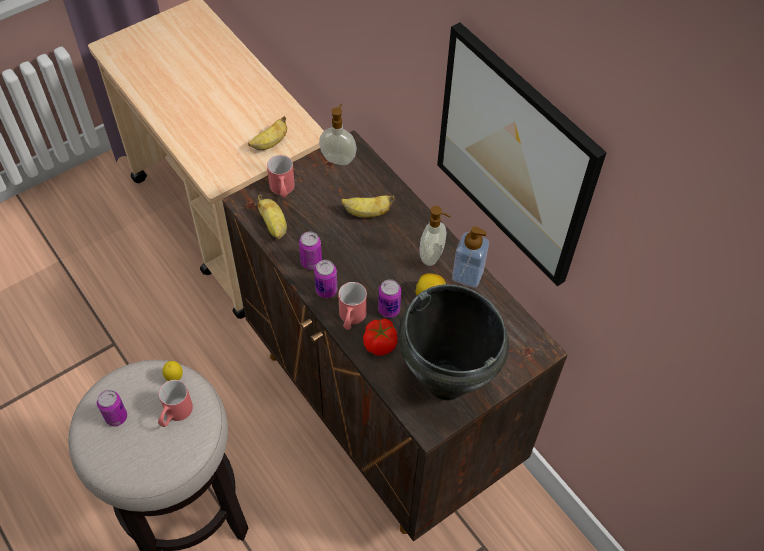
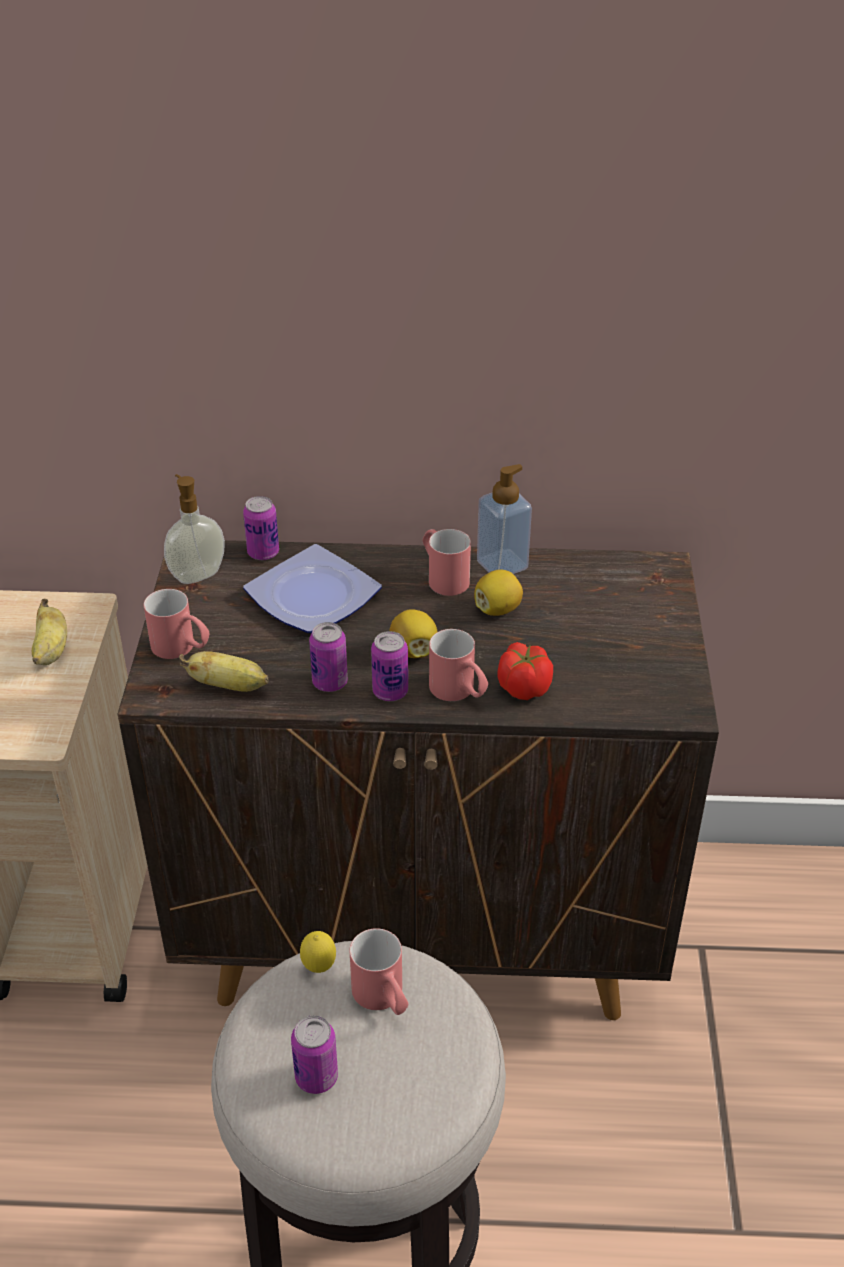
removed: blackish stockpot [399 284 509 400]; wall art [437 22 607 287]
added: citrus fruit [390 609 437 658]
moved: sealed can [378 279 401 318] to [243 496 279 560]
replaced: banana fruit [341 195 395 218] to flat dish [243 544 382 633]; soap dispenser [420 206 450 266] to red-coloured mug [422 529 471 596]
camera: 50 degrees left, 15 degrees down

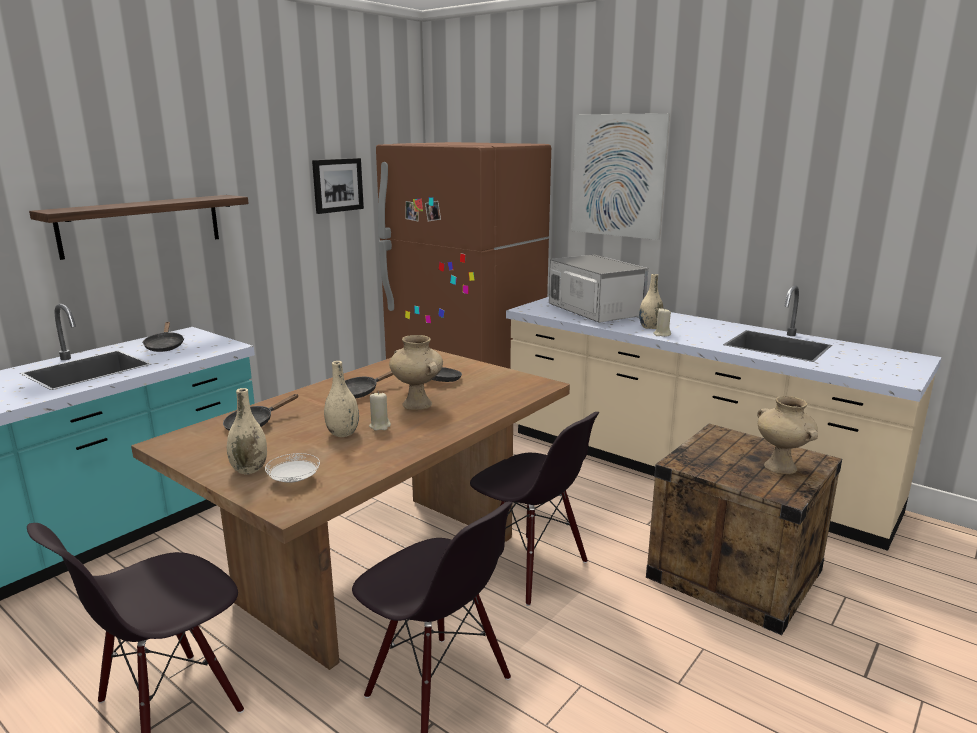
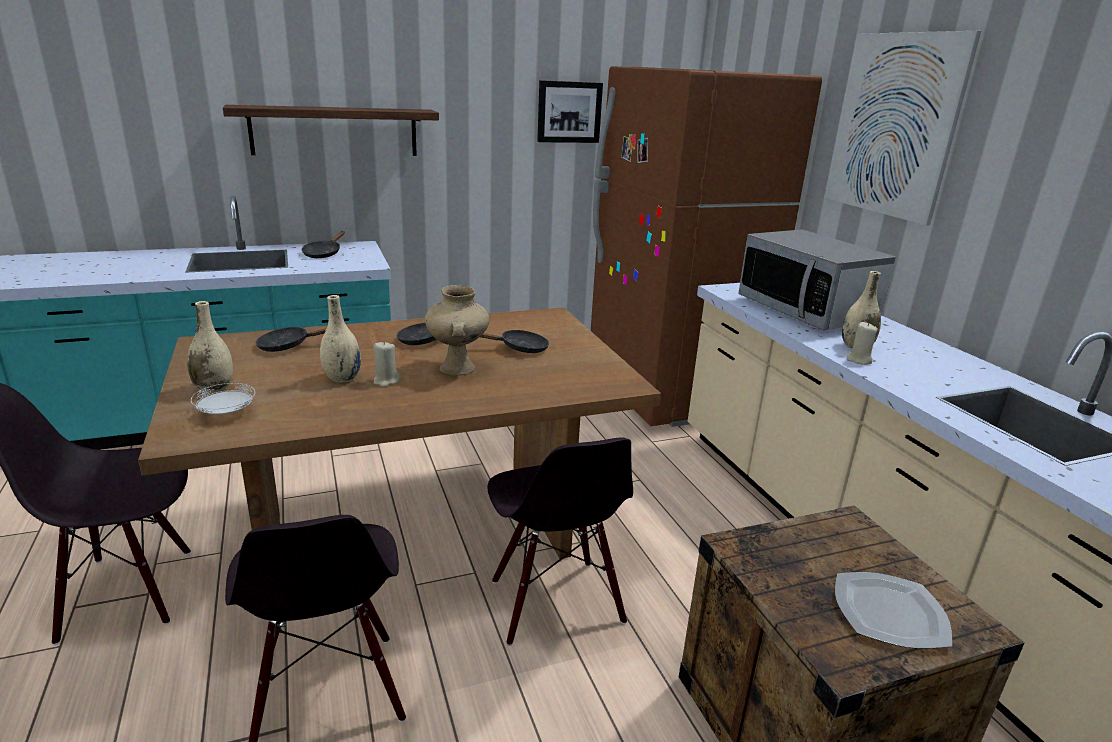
replaced: beige-coloured vase [757 396 818 474] to flat dish [835 572 952 649]
turned: microwave oven [549 255 648 323] = [738 230 896 330] 150 degrees clockwise
camera: 30 degrees right, 5 degrees up

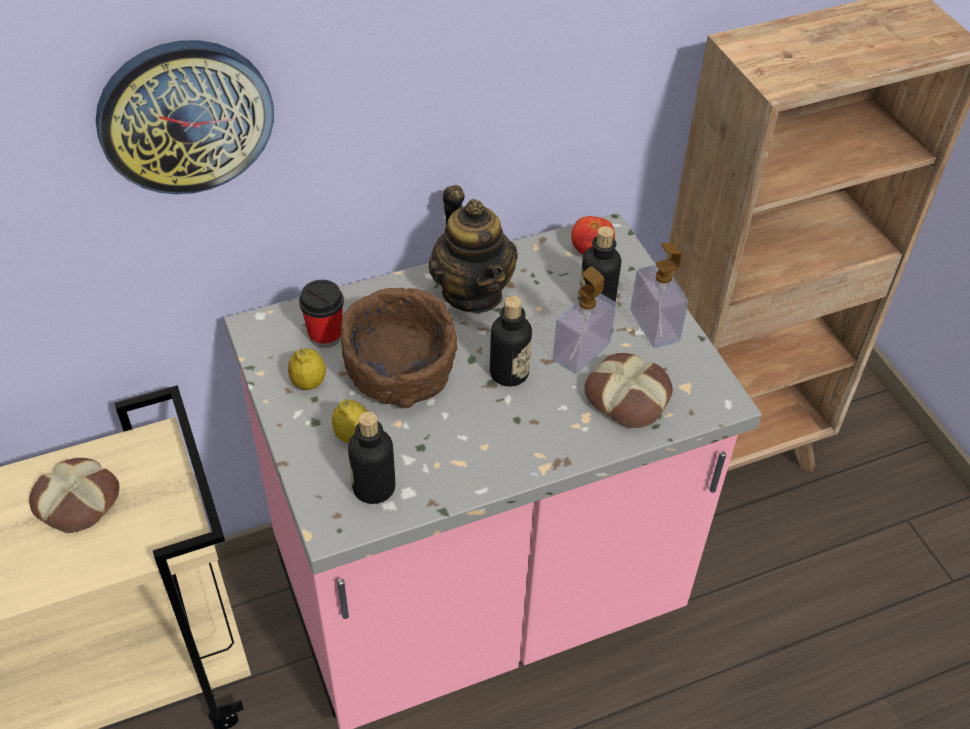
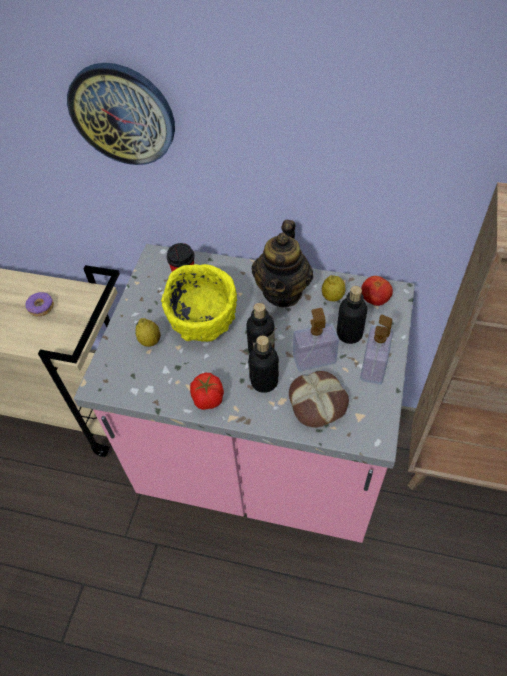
added: whole tomato [190 373 224 410]
moved: drink bottle [348 412 395 504] to [248 336 279 393]; citrus fruit [288 348 326 390] to [322 275 346 302]
replaced: baked bread [29 458 119 533] to ring doughnut [25 292 54 317]
recoloured: brown deep dish [341 288 457 408] to yellowish deep dish [161 264 237 342]
camera: 40 degrees right, 5 degrees up

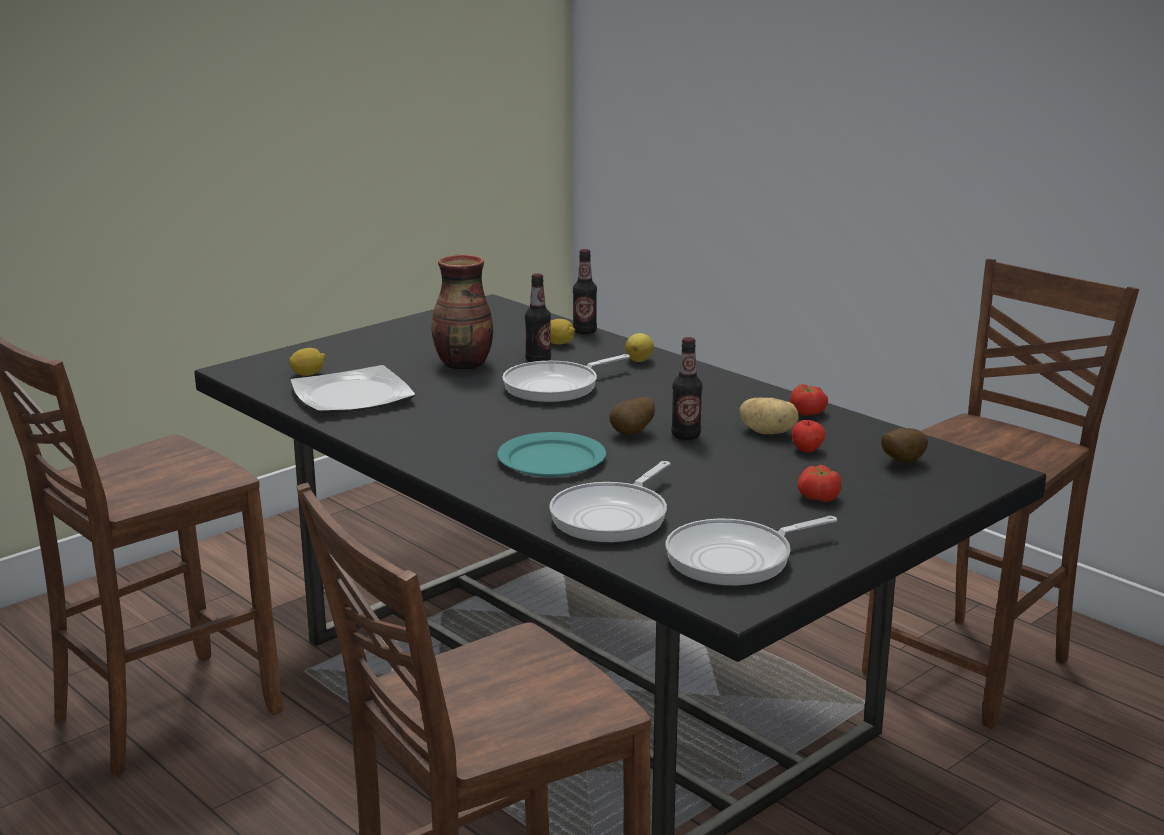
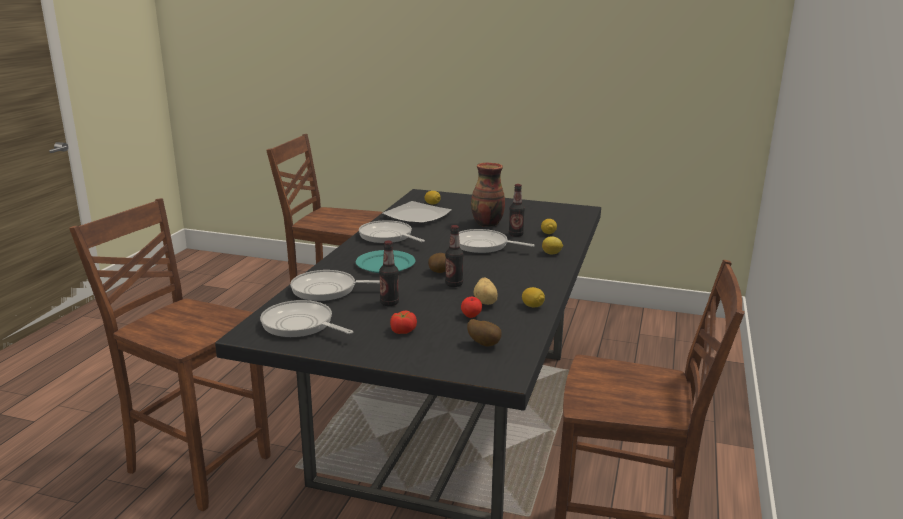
added: skillet [359 220 425 244]
moved: drink bottle [573 249 597 334] to [379 241 399 306]
replaced: whole tomato [790 384 828 416] to citrus fruit [522 287 545 307]
camera: 60 degrees right, 0 degrees up

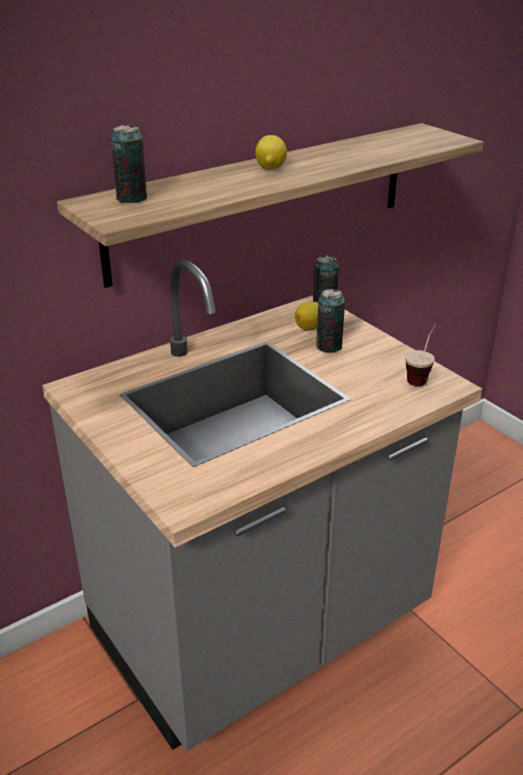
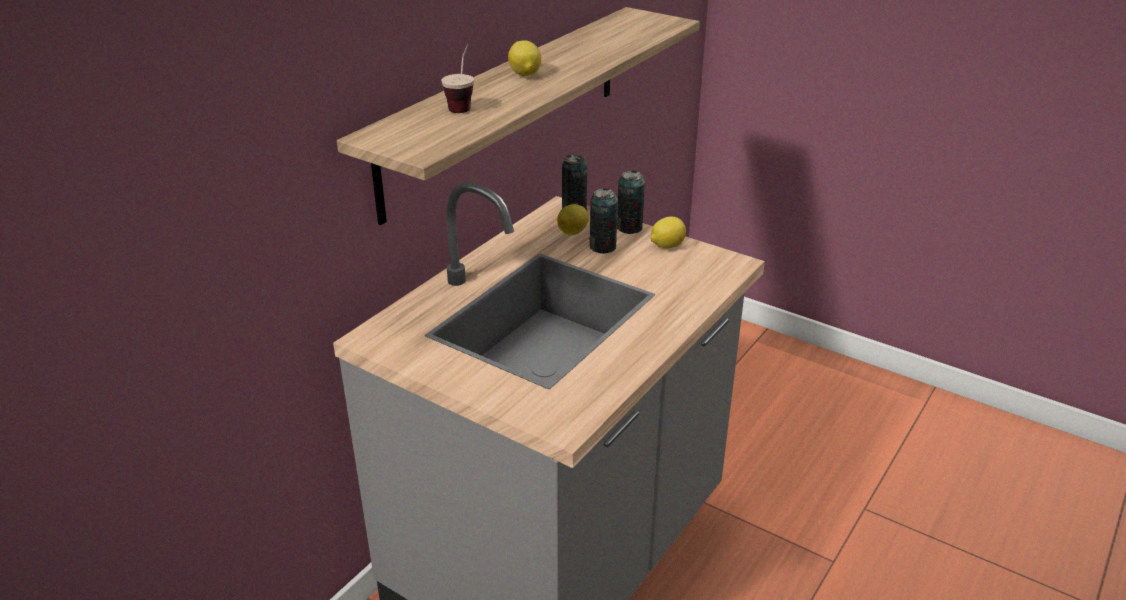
added: citrus fruit [651 217 686 248]
moved: drinking cup [405 324 436 386] to [441 44 474 113]; sealed can [111 125 147 203] to [617 171 645 234]
camera: 20 degrees left, 0 degrees up

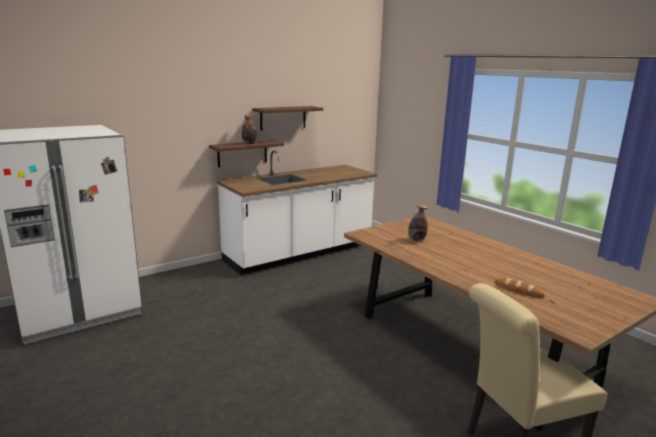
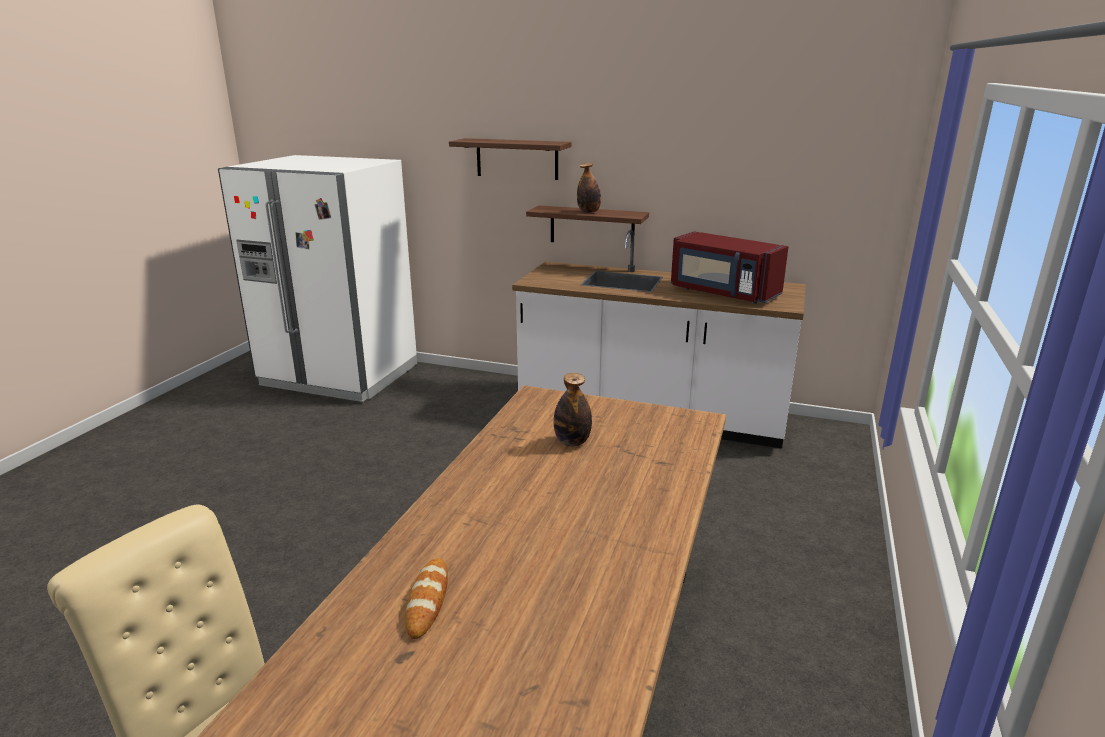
added: red-coloured microwave oven [671 231 789 304]
moved: shelf [252 106 323 131] to [449 138 572 180]
camera: 55 degrees right, 5 degrees up

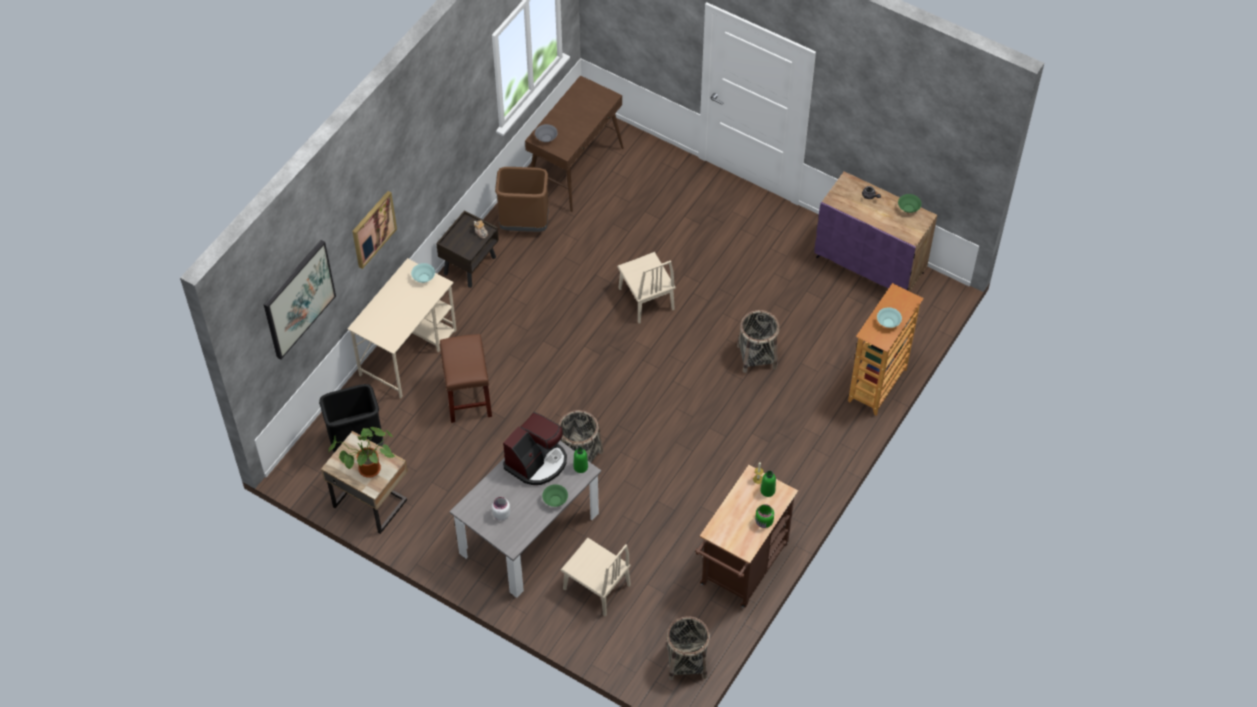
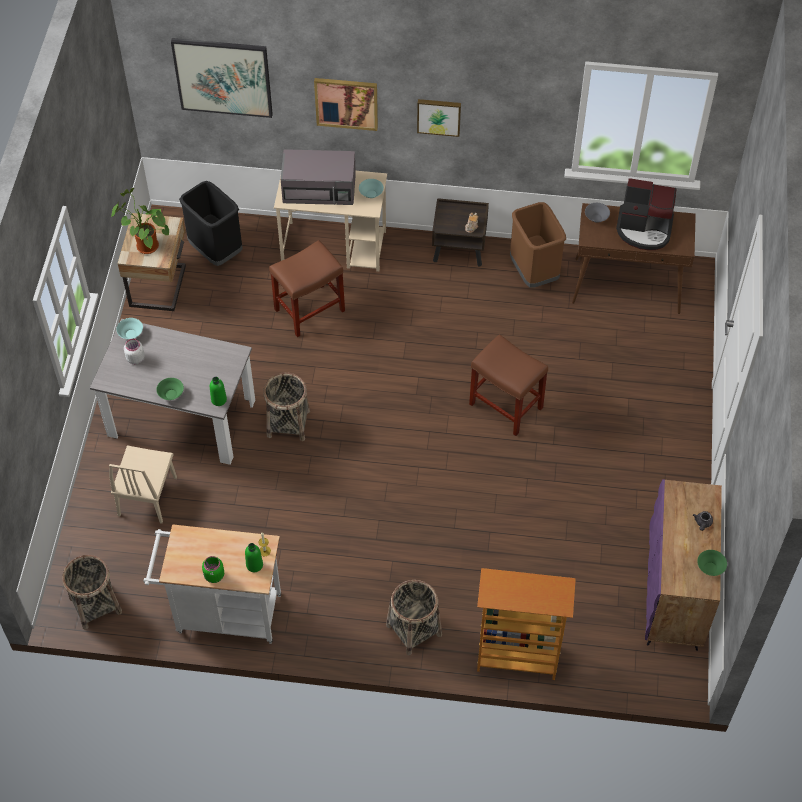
added: greyish microwave oven [281 149 356 205]; wall art [417 99 461 137]
moved: turquoise deep dish [877 307 902 328] to [116 318 143 339]; household basket [737 310 779 373] to [386 580 442 656]; coffee brewer [503 412 567 485] to [616 178 677 250]
replaced: beige-coloured upright chair [617 252 676 323] to brown stool [469 334 548 436]
recoloured: brown cart [695 465 798 608] to whitish cart [143 524 281 644]
camera: 65 degrees right, 0 degrees up

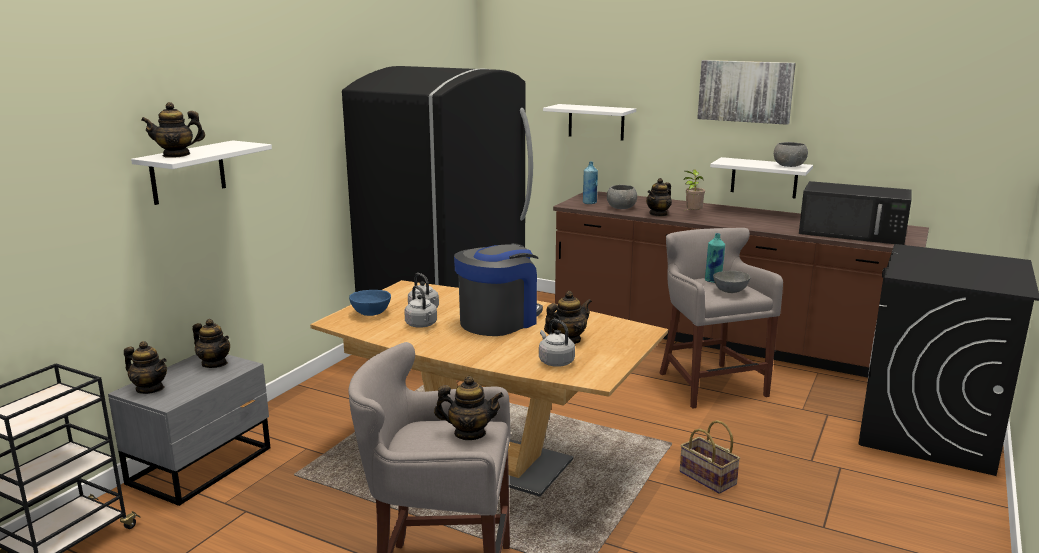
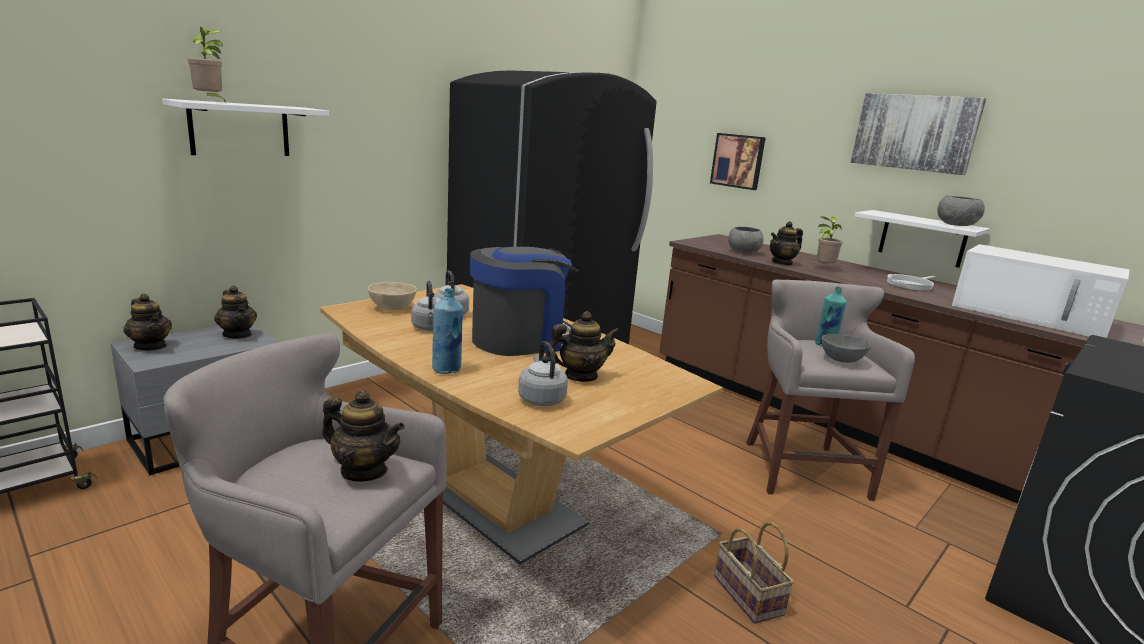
added: skillet [887 274 935 291]
moved: bluish drink bottle [583 162 598 204] to [432 288 463 374]
replaced: pot for tea [141 102 205 158] to plant in a pot [188 27 226 102]; whitish shelf [543 104 636 141] to wall art [710 133 766 190]
recoloured: bluish deep dish [349 290 391 316] to beige-coloured deep dish [368 282 417 310]; blackish microwave oven [799 181 912 245] to whitish microwave oven [952 244 1130 338]
camera: 15 degrees right, 0 degrees up

